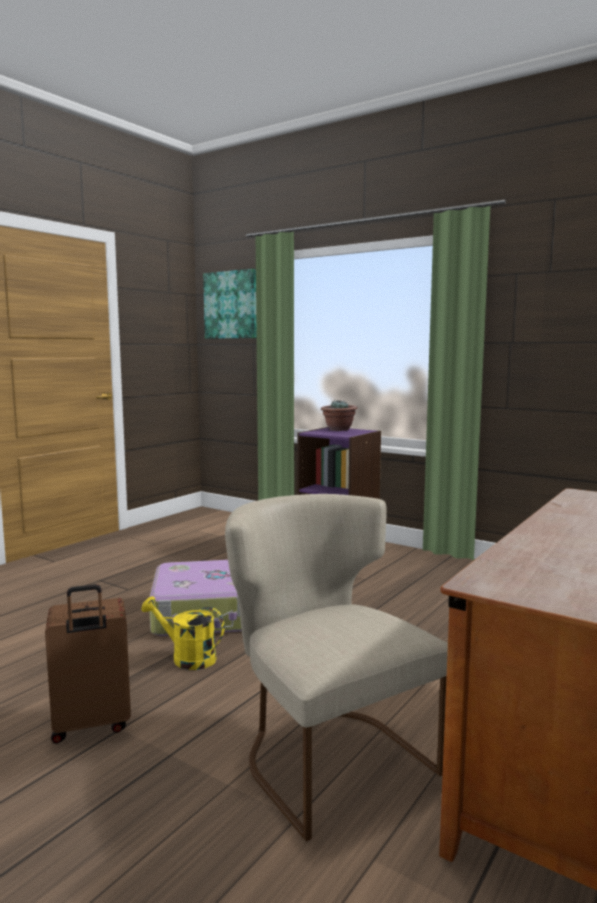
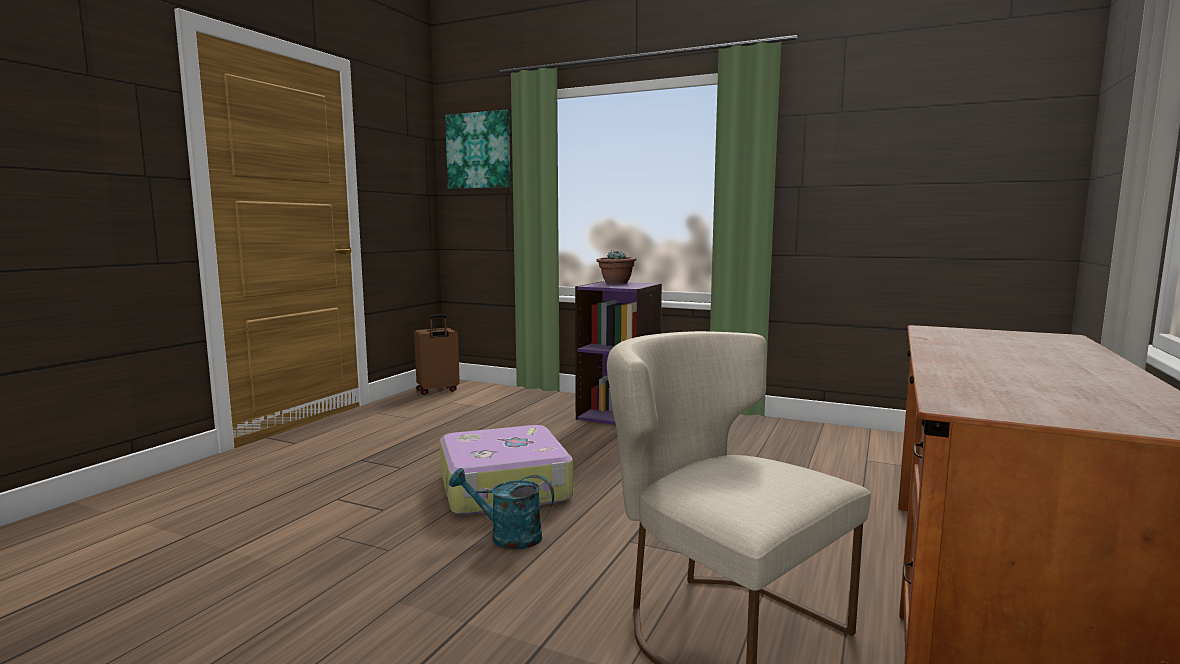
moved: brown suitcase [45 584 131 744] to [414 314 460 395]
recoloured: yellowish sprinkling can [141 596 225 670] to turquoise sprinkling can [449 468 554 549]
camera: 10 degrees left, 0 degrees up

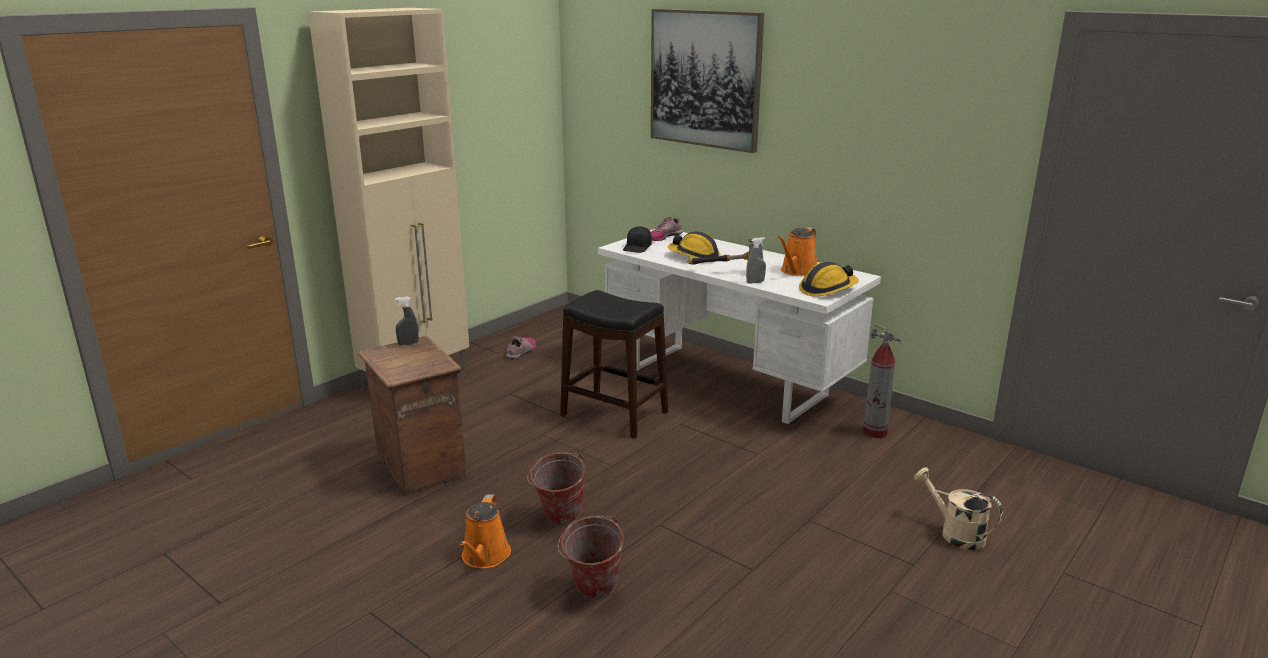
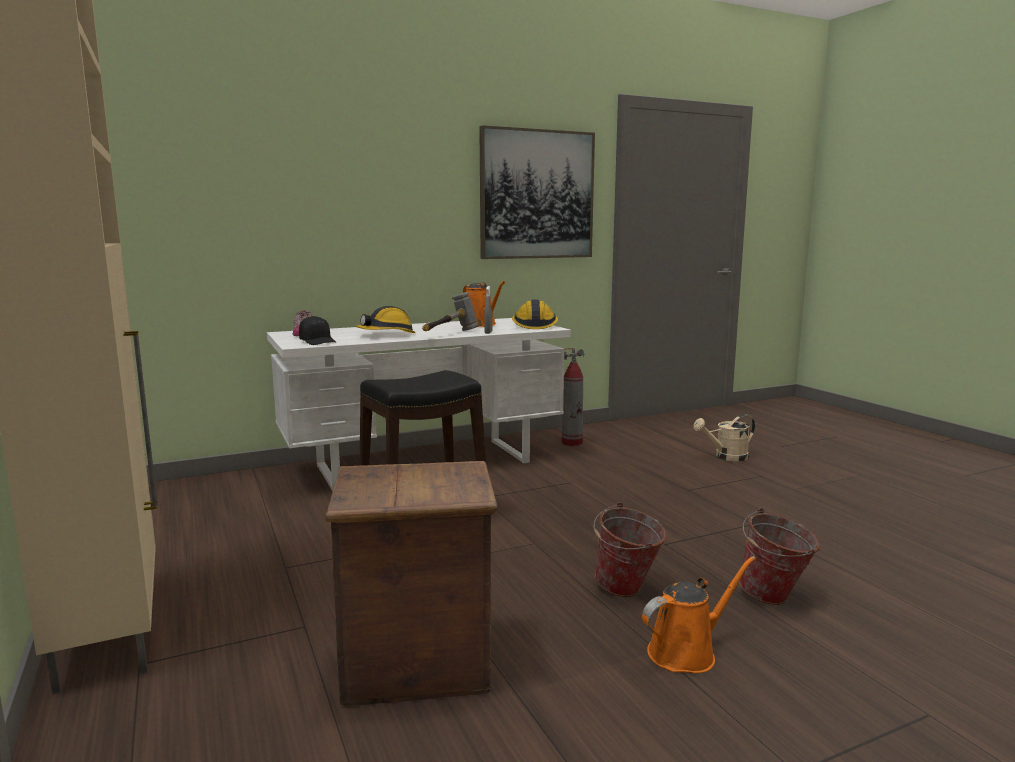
removed: greyish spray bottle [395 296 419 346]; low shoe [506 336 537 359]
moved: wall art [651 9 764 153] to [479 125 595 259]
turned: orange-coloured sprinkling can [460 494 511 569] = [642 556 756 673] 60 degrees counterclockwise
camera: 65 degrees left, 10 degrees down

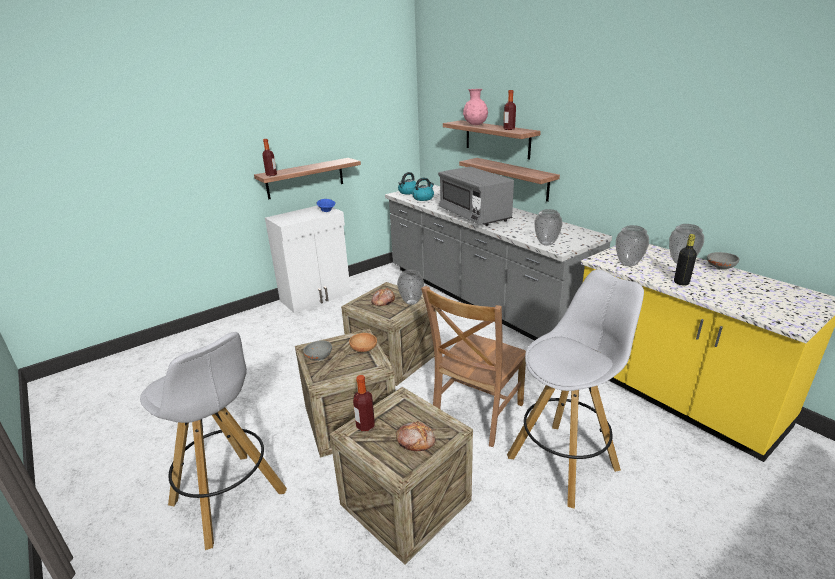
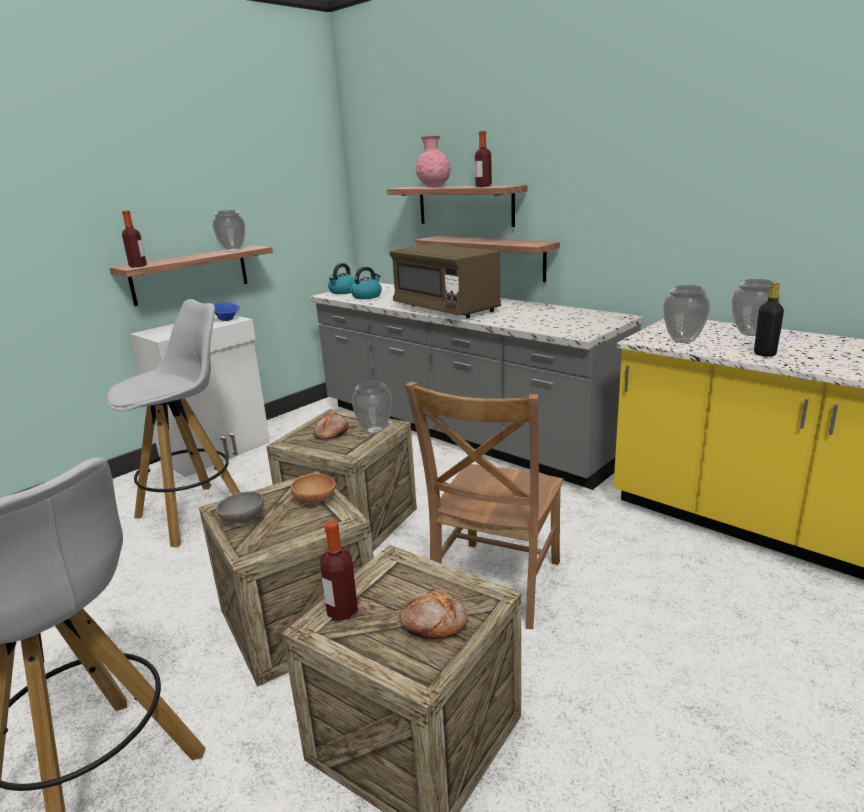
removed: greyish deep dish [707 252 739 270]
moved: whitish stool [507 270 644 509] to [107 299 240 547]; vase [534 209 563 246] to [213 210 245 252]
recoloured: greyish microwave oven [438 166 514 226] to brown microwave oven [389 244 501 318]
camera: 10 degrees left, 5 degrees down

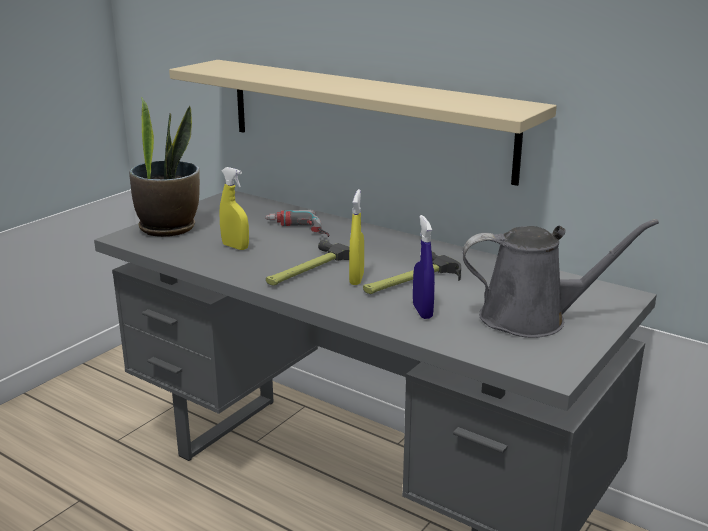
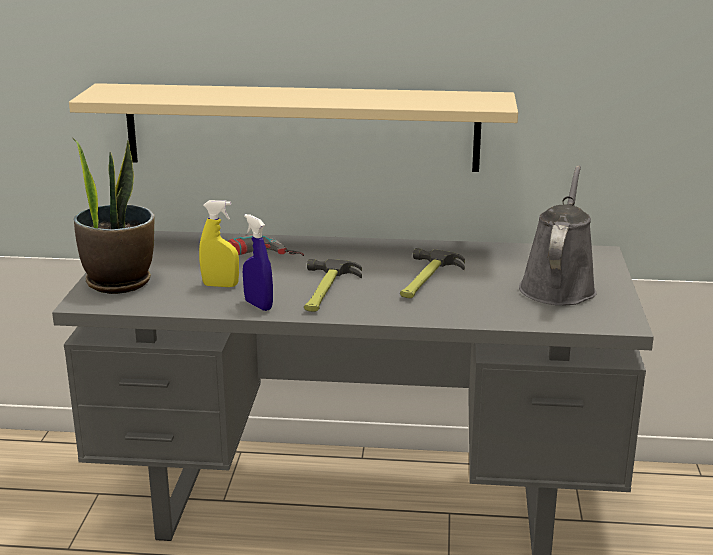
removed: yellowish spray bottle [349 189 364 285]
moved: bluish spray bottle [413 215 435 319] to [243 214 273 311]
turned: greyish sprinkling can [463 219 659 338] = [519 165 596 305] 45 degrees counterclockwise
camera: 30 degrees left, 0 degrees up

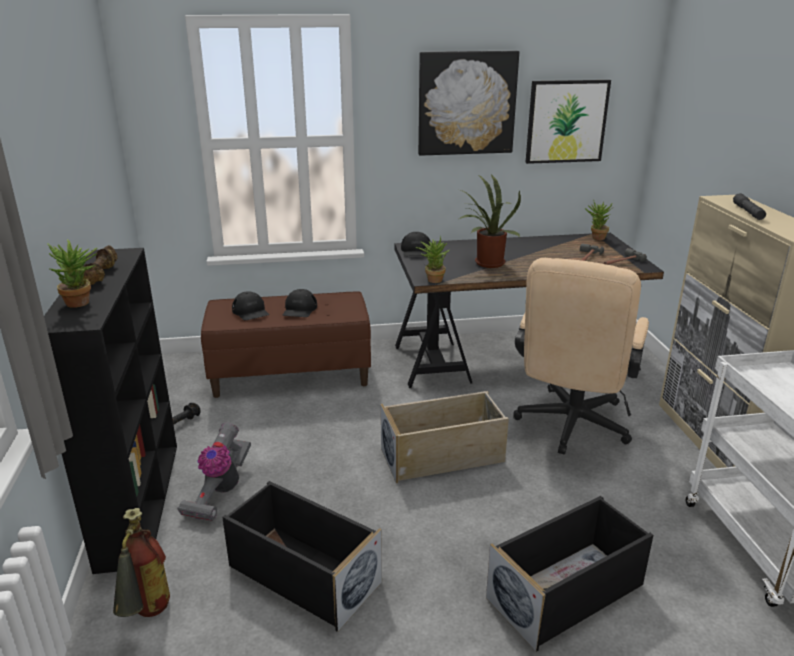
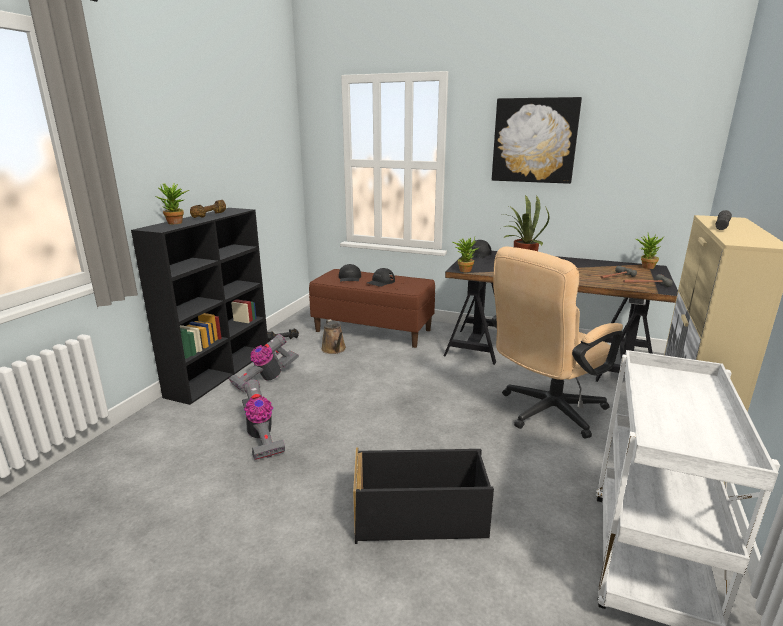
removed: fire extinguisher [113 508 170 617]; beige-coloured storage container [381 391 509 483]; wall art [525 80 611 164]
added: brown sprinkling can [321 319 346 354]
replaced: blackish storage container [222 481 382 632] to hoover [242 379 285 460]
camera: 30 degrees right, 5 degrees down

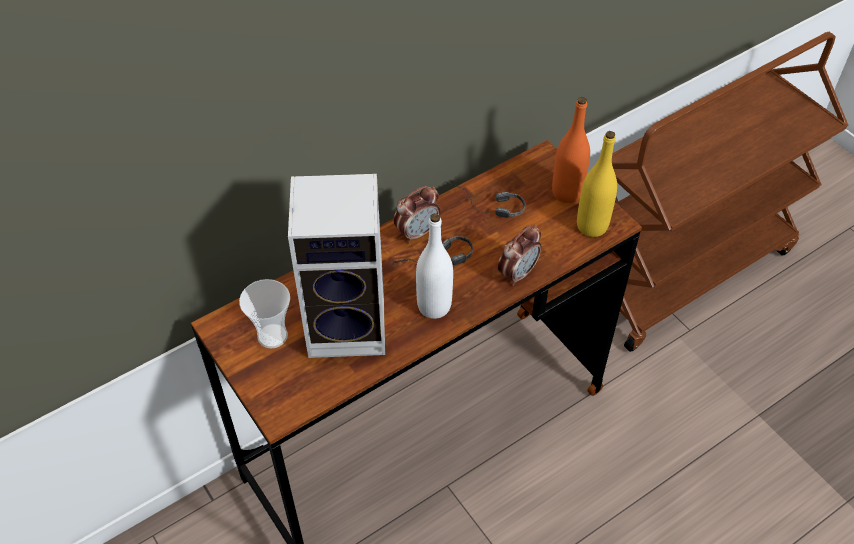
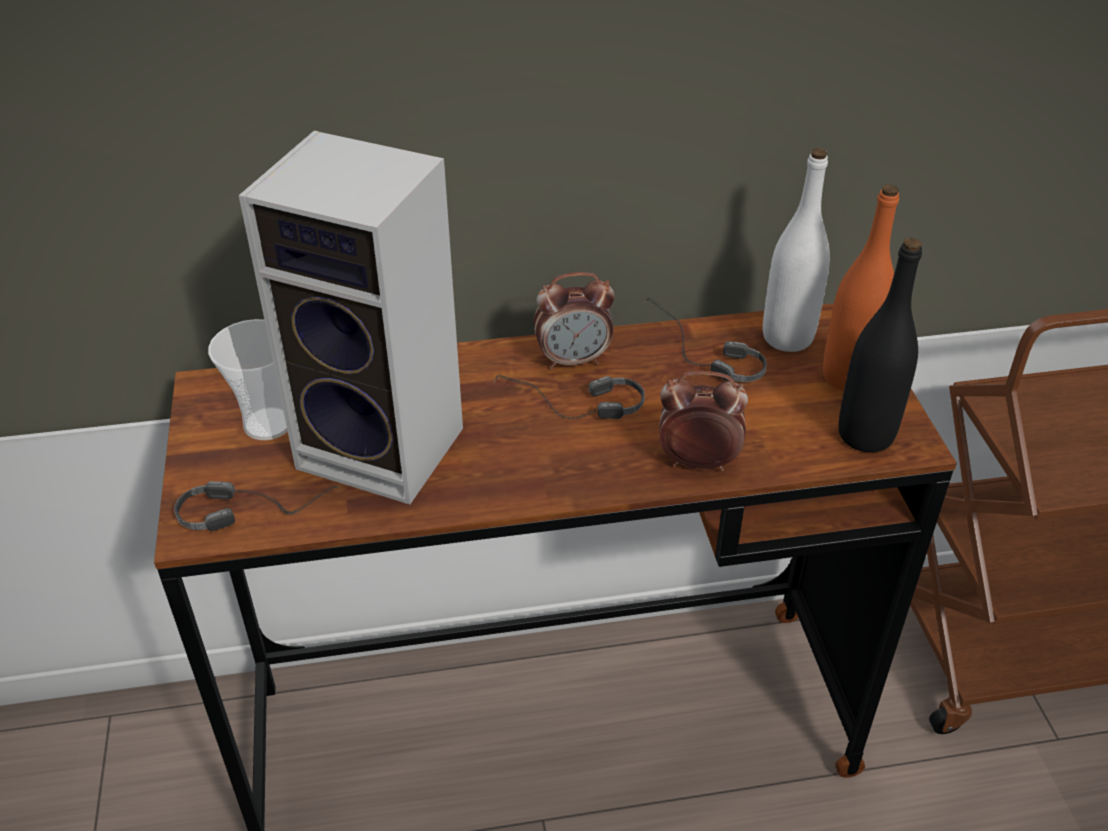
added: headset [174 481 340 531]
moved: whitish drink bottle [416 213 453 319] to [763 148 830 352]
recoloured: yellowish drink bottle [577 131 617 237] to blackish drink bottle [838 238 922 452]
turned: bedside clock [498 224 542 286] = [659 371 748 471] 150 degrees counterclockwise
camera: 25 degrees right, 10 degrees down

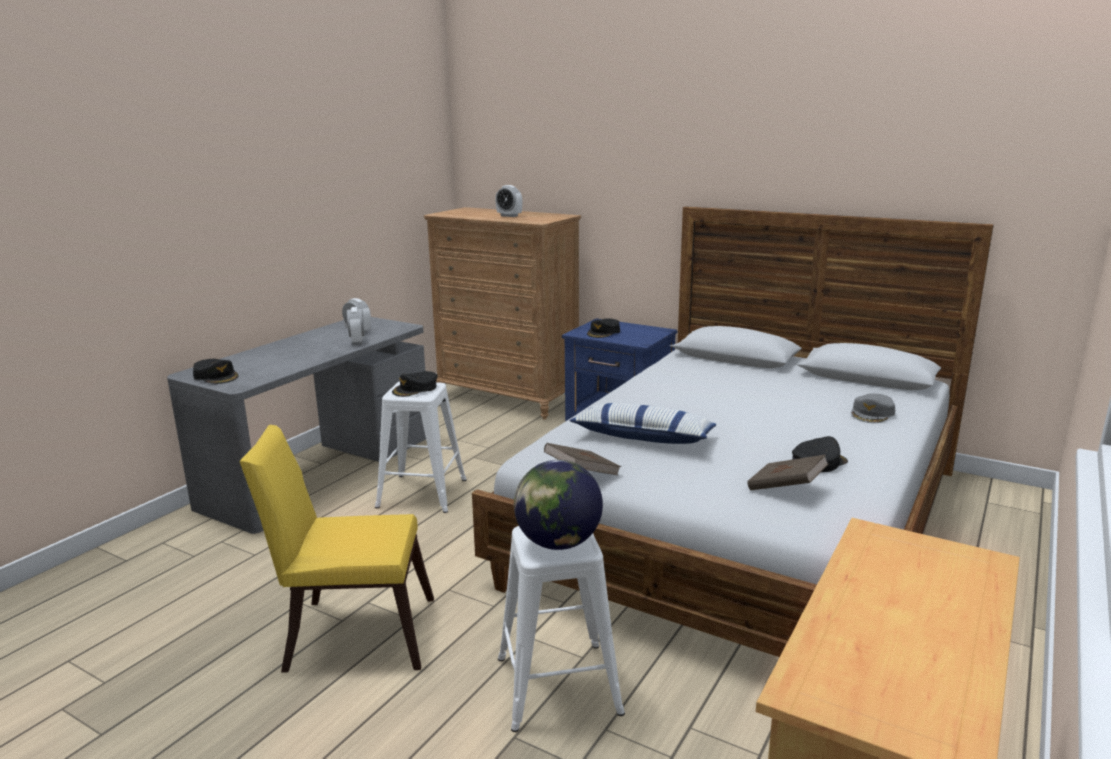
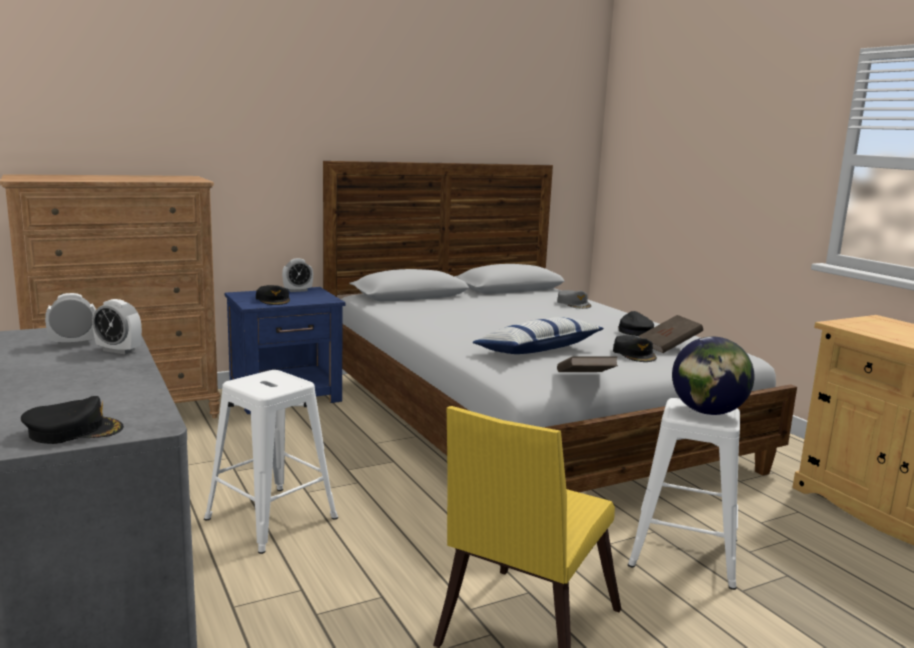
moved: bedside clock [495 185 522 217] to [282 258 313 292]; blackish peaked cap [392 371 438 397] to [613 335 657 362]
camera: 60 degrees left, 5 degrees down

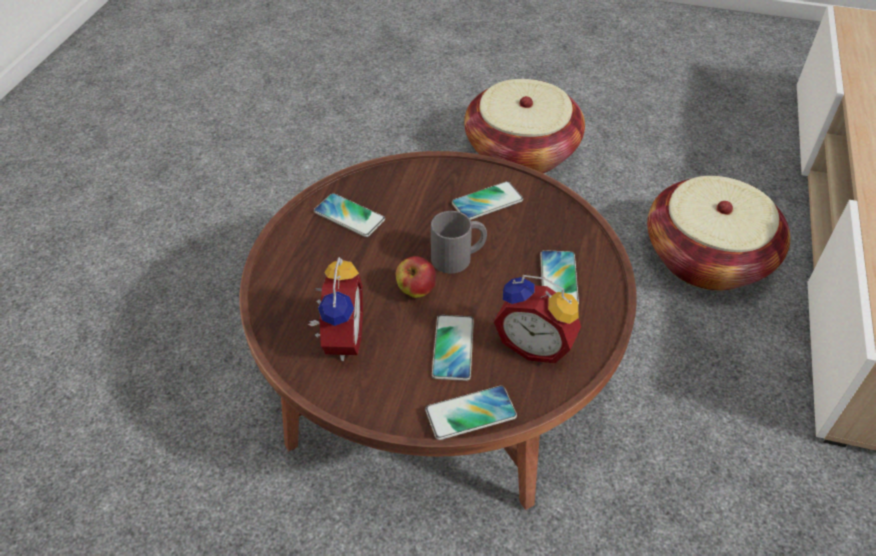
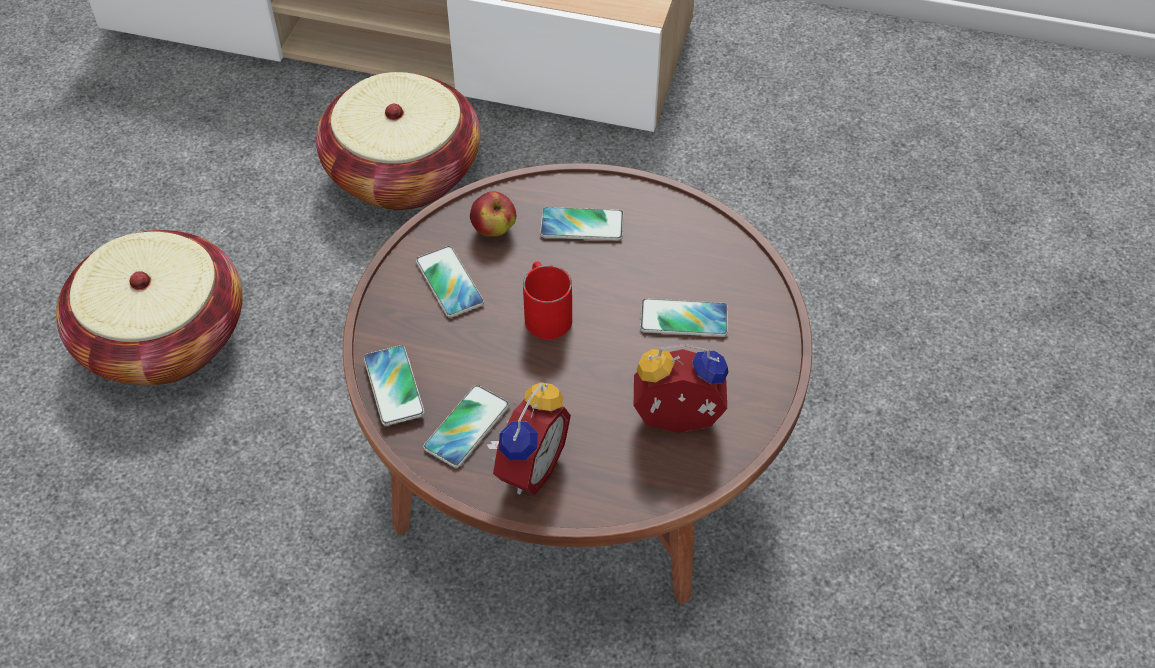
moved: telephone [425 386 517 440] to [364 345 425 426]; apple fruit [395 256 436 298] to [470 191 516 236]; bedside clock [494 275 581 363] to [486 382 571 495]
recoloured: greyish mug [431 211 487 273] to red-coloured mug [523 261 572 339]
camera: 90 degrees left, 5 degrees up

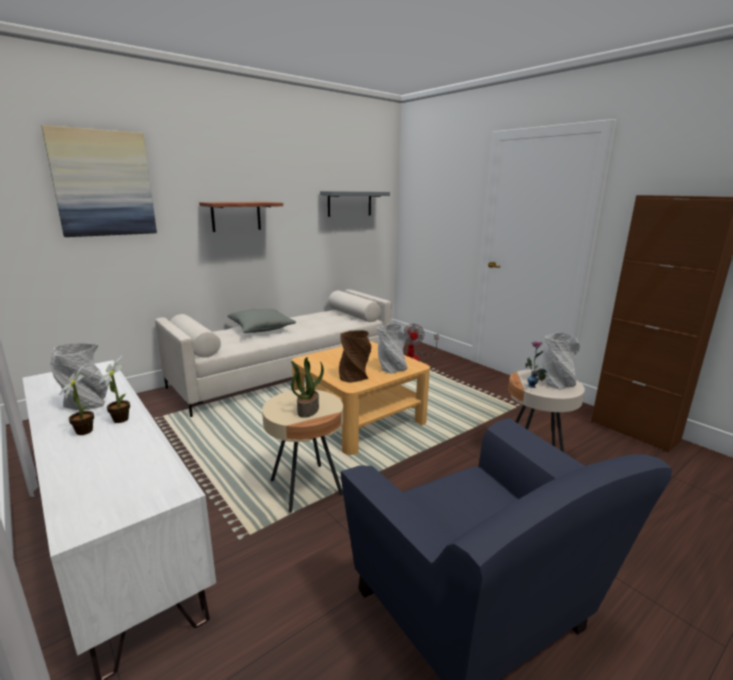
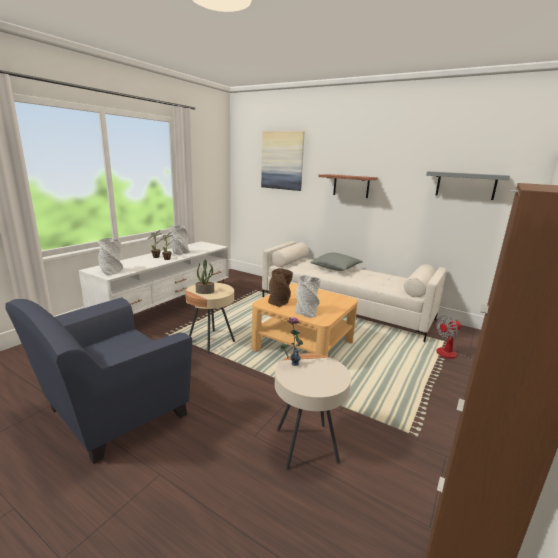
moved: greyish vase [542 333 580 390] to [98 238 123 275]
camera: 70 degrees right, 0 degrees up

